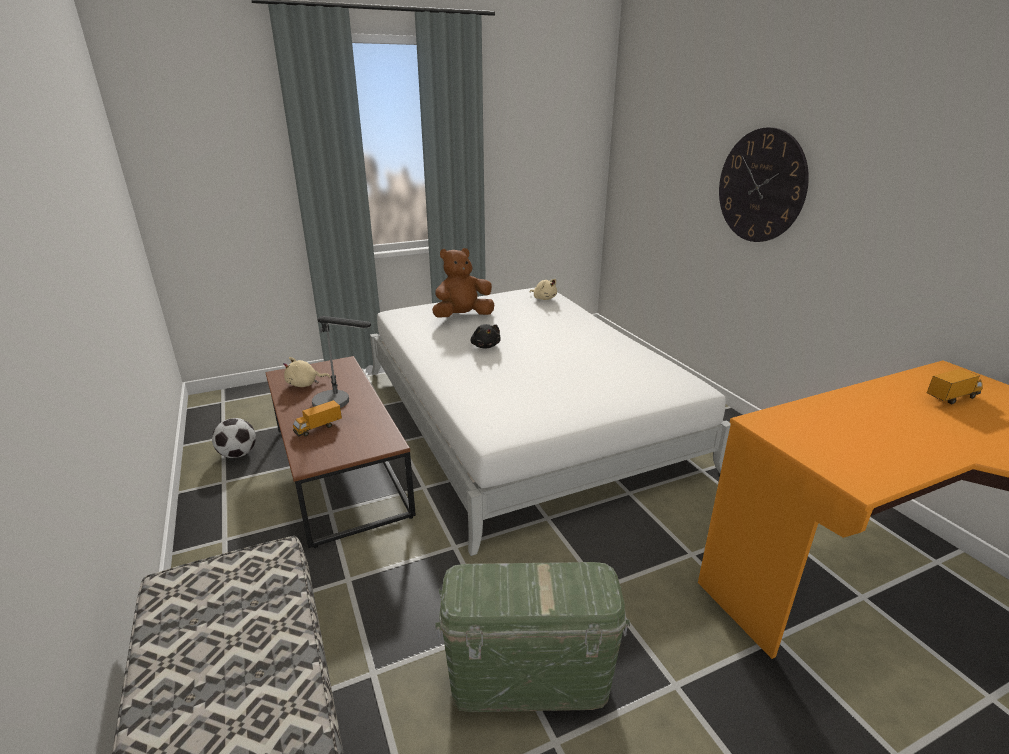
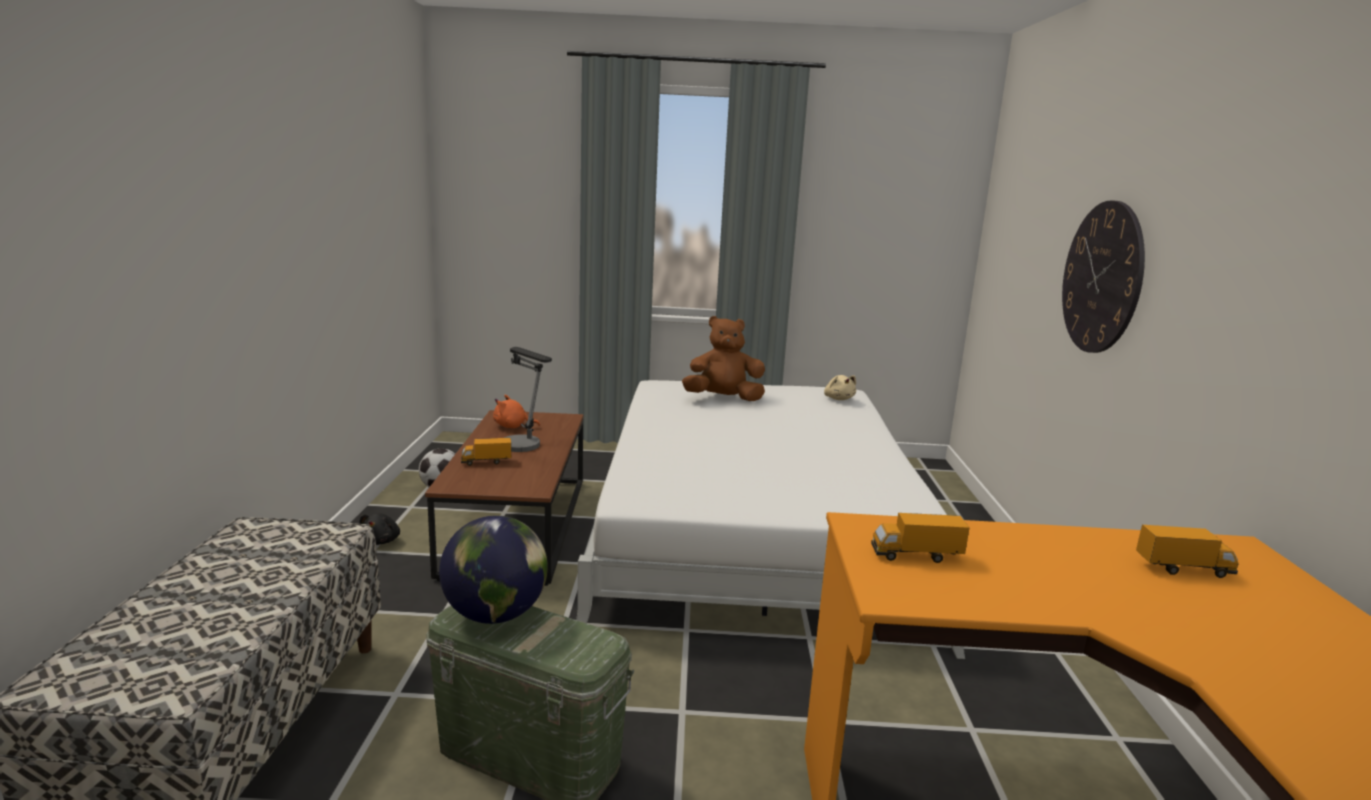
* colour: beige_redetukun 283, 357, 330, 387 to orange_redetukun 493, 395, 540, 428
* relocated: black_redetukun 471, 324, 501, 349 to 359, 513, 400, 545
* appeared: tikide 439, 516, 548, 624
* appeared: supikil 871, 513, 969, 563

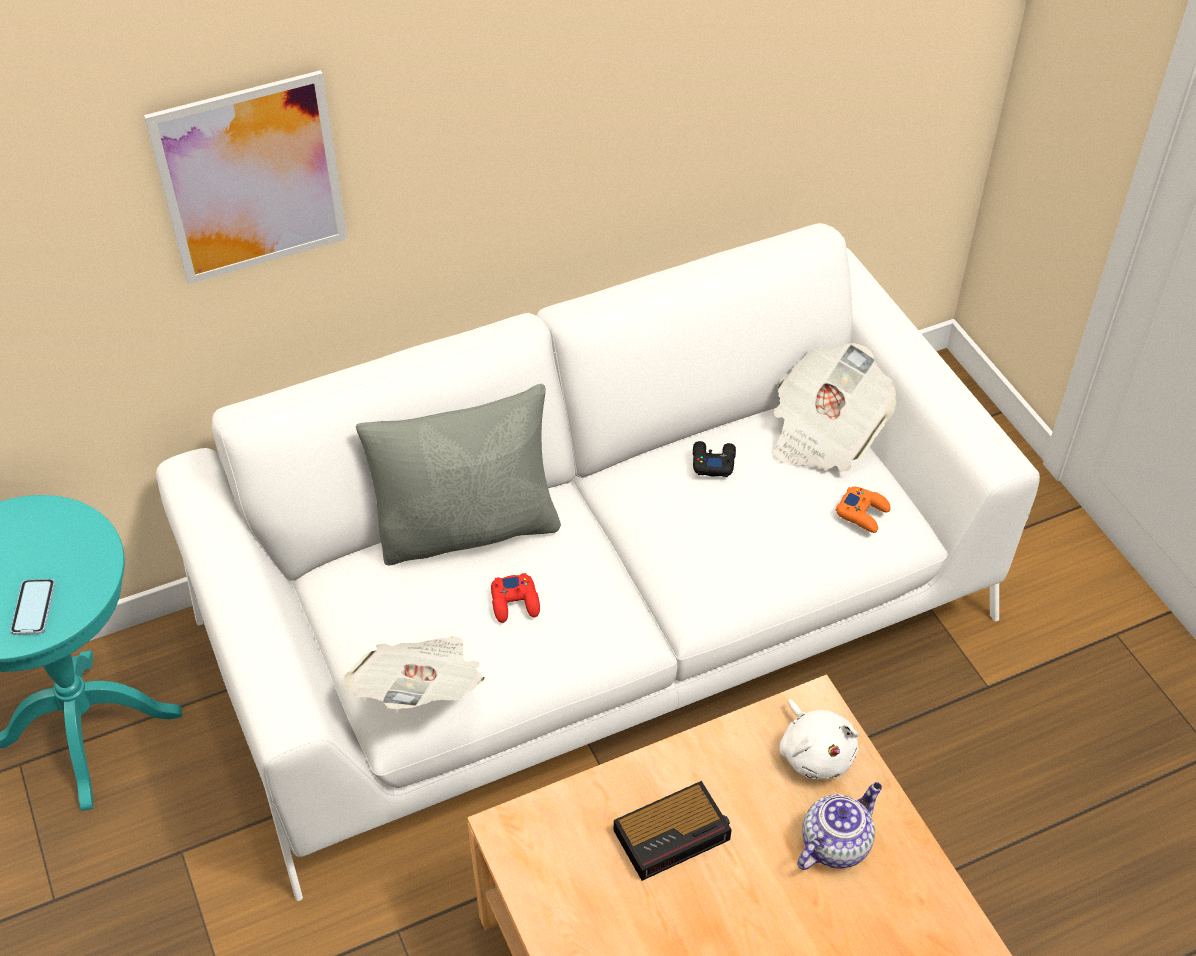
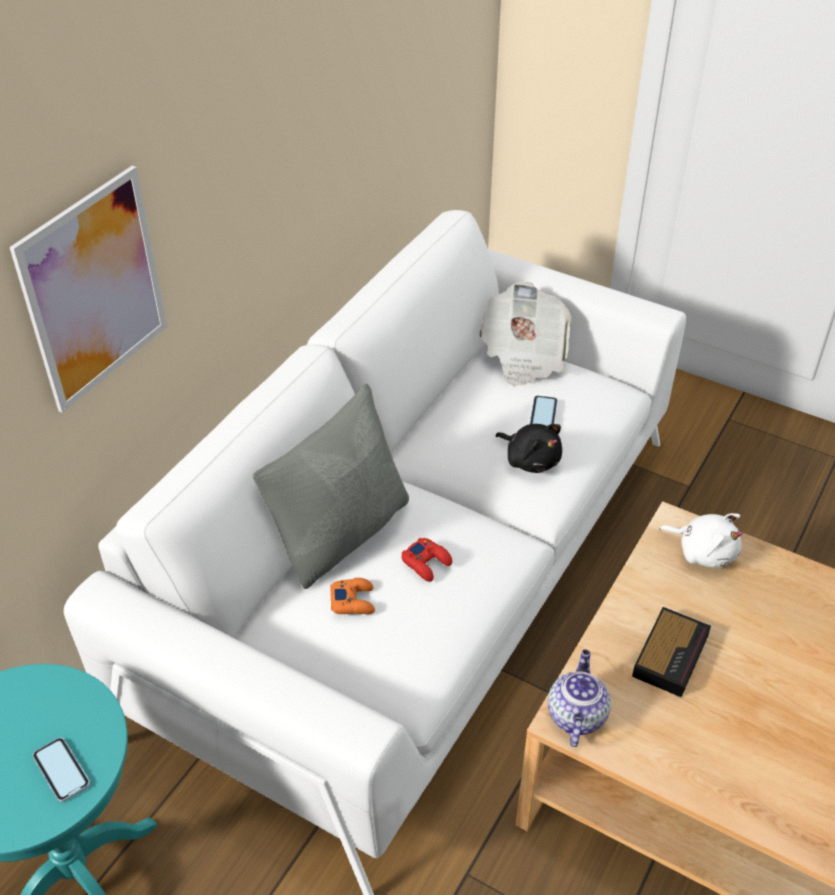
* missing: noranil 344, 636, 485, 709
* missing: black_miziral 693, 441, 736, 477
* relocated: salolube 797, 782, 882, 870 to 548, 649, 611, 747
* relocated: orange_miziral 836, 487, 890, 533 to 330, 578, 375, 614
* appeared: black_redetukun 496, 424, 562, 473
* appeared: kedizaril 530, 396, 558, 426

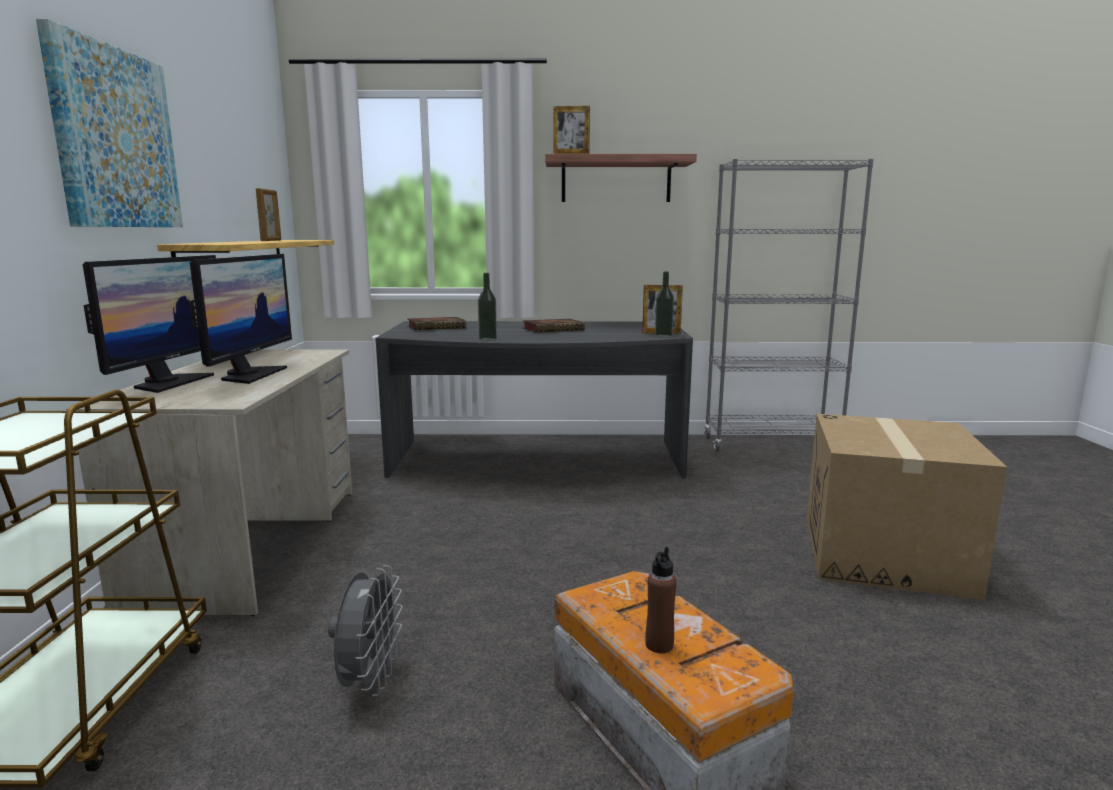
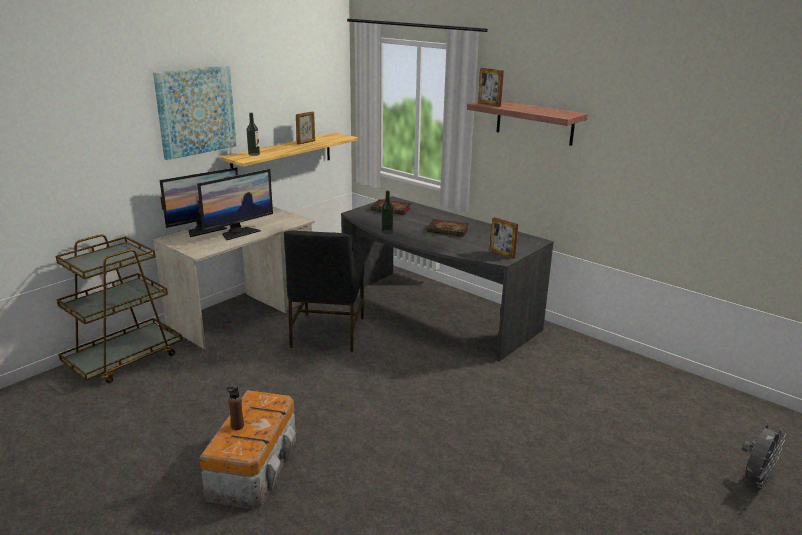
* relocated: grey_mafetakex 328, 565, 403, 696 to 742, 425, 786, 488
* relocated: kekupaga 655, 271, 674, 338 to 247, 113, 260, 156
* missing: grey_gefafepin 704, 159, 874, 452
* missing: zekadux 807, 414, 1007, 600
* appeared: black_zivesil 284, 231, 365, 352

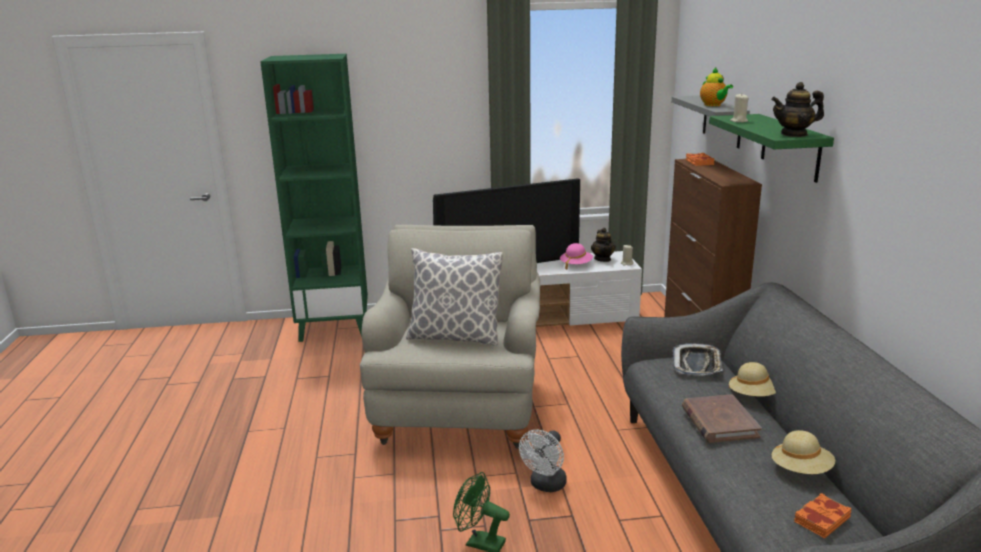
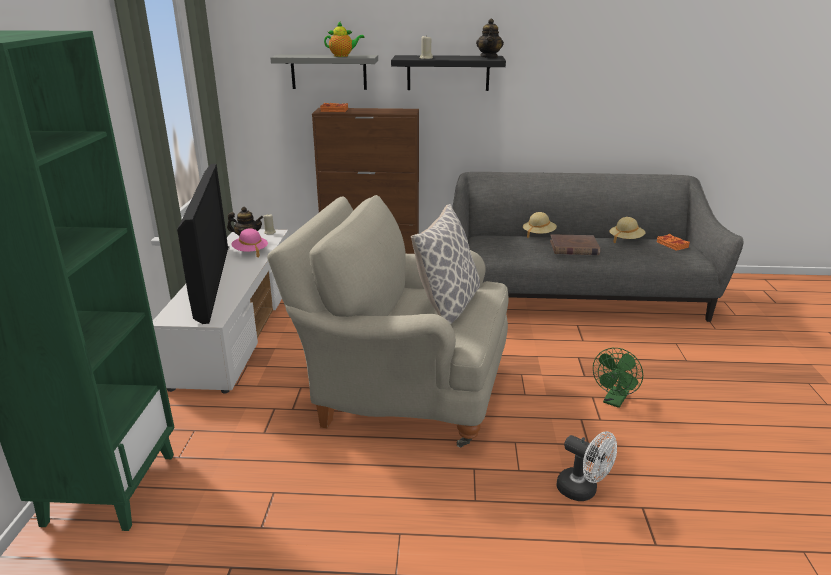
* relocated: white_mafetakex 519, 430, 567, 492 to 556, 431, 617, 501
* missing: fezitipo 673, 343, 723, 376
* colour: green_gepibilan 709, 114, 834, 183 to black_gepibilan 391, 55, 506, 91

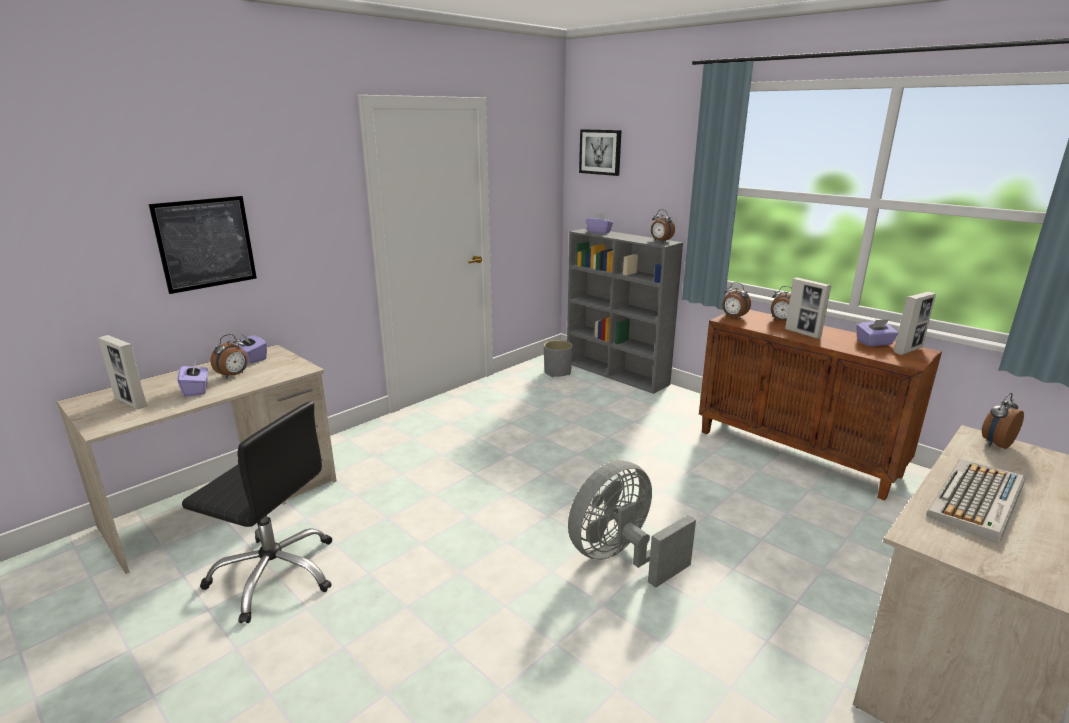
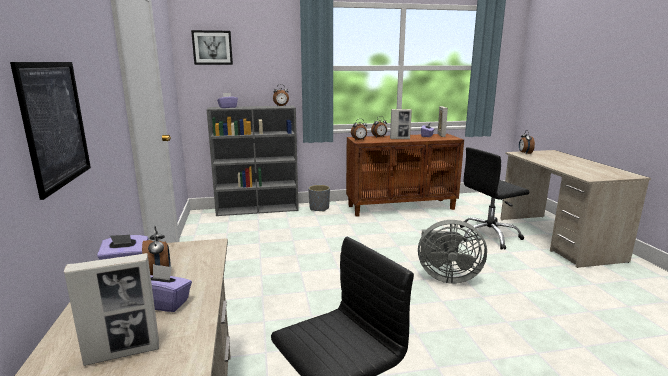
* relocated: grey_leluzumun 544, 340, 573, 377 to 308, 185, 330, 212
* spun: grey_mafetakex 568, 460, 696, 588 = 418, 220, 487, 284 75 degrees counterclockwise
* missing: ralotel 926, 459, 1026, 543
* appeared: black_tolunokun 460, 147, 529, 250

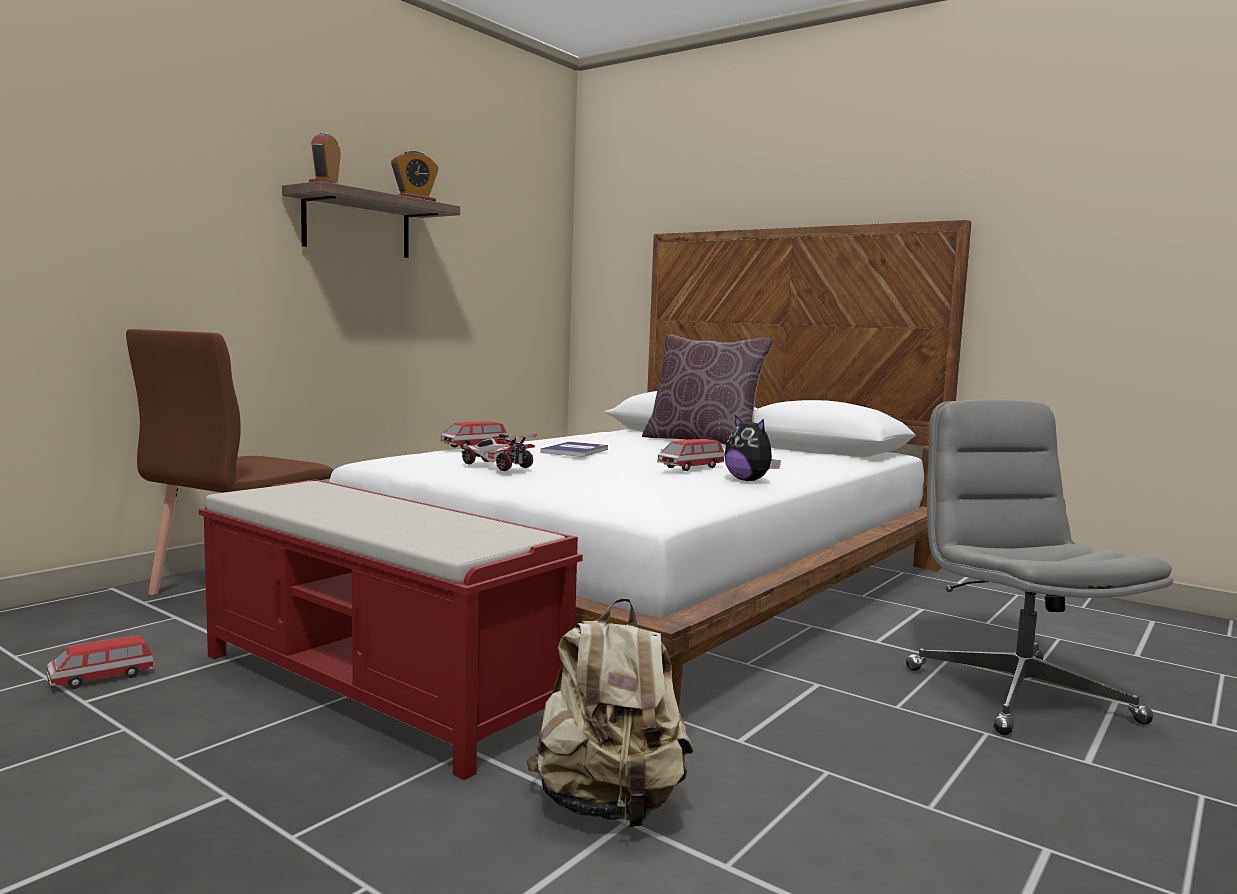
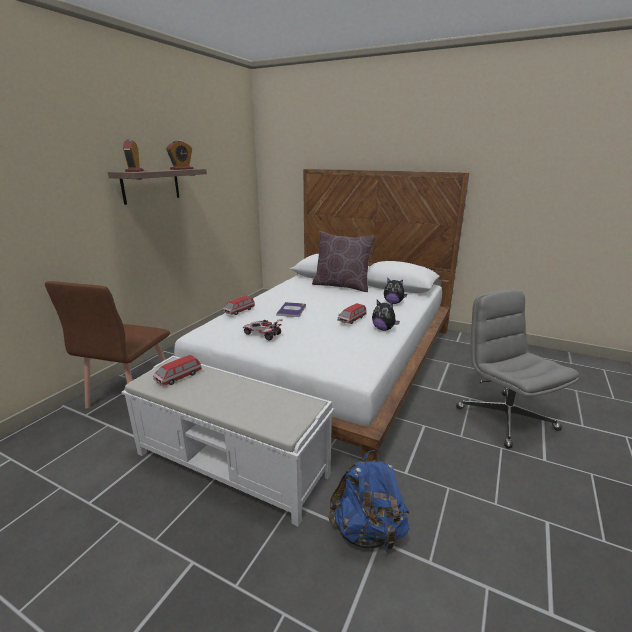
* relocated: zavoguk 47, 635, 154, 689 to 153, 355, 202, 386
* colour: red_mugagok 199, 479, 583, 780 to white_mugagok 122, 356, 334, 526
* colour: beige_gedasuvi 526, 598, 693, 828 to blue_gedasuvi 328, 450, 410, 553
* appeared: redetukun 384, 278, 407, 304

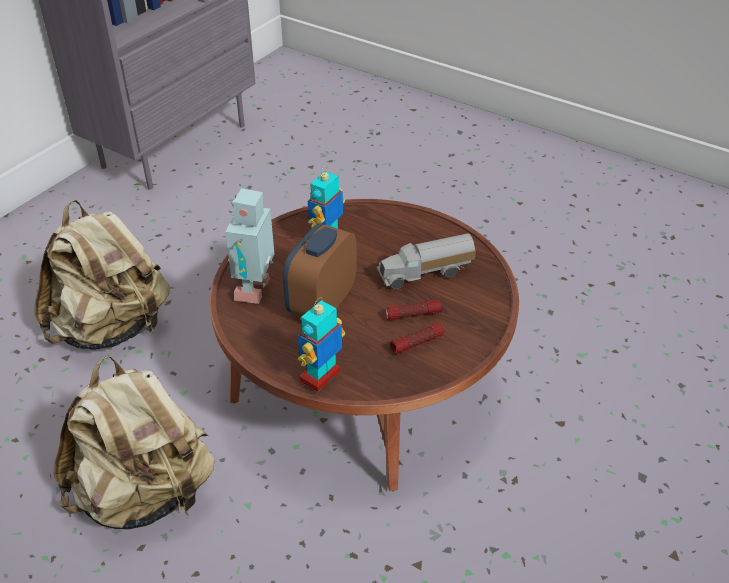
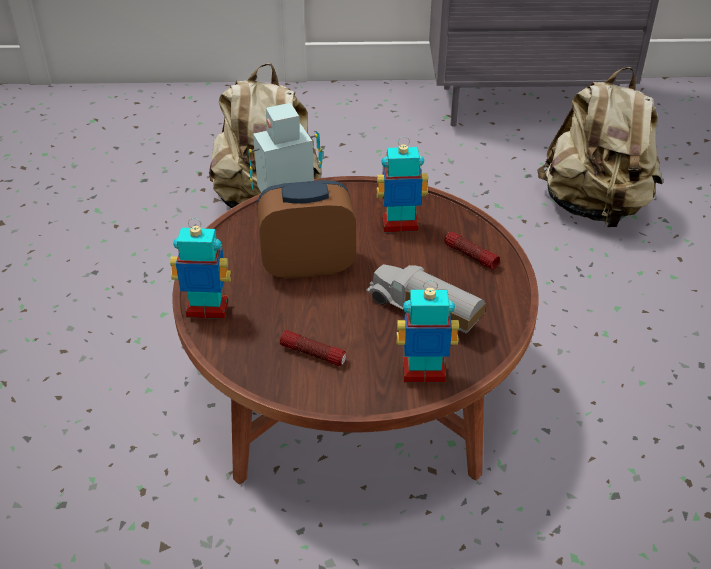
* relocated: beige_gedasuvi 54, 355, 215, 529 to 537, 67, 662, 227
* relocated: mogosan 386, 300, 442, 320 to 445, 232, 500, 270
* appeared: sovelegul 397, 280, 459, 383

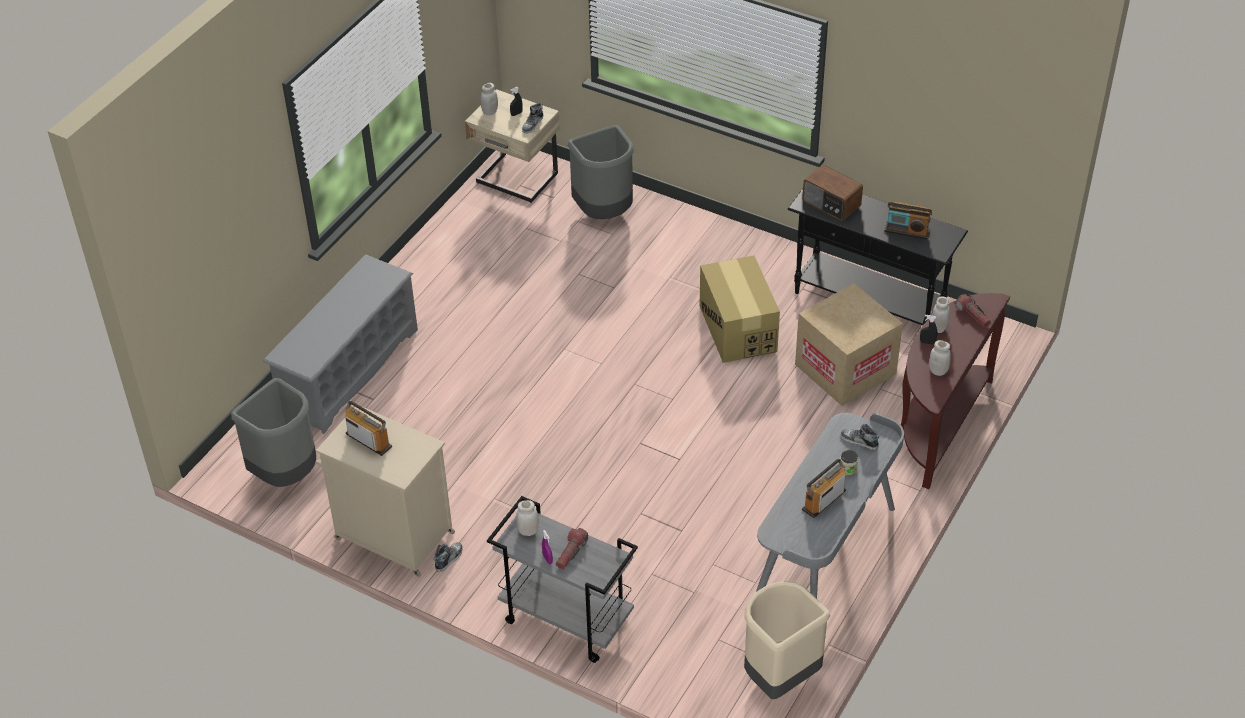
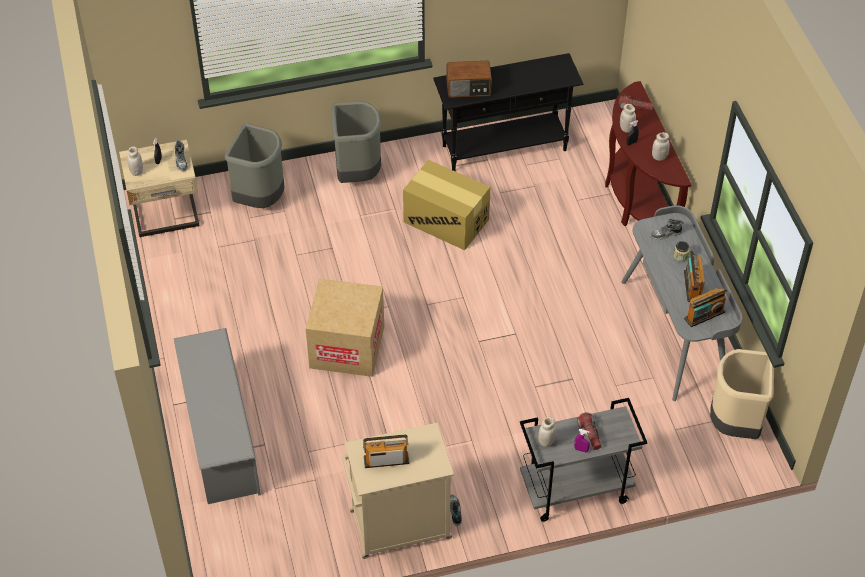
* relocated: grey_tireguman 231, 378, 316, 487 to 331, 101, 381, 183
* relocated: zekadux 795, 283, 903, 406 to 306, 278, 384, 377
* relocated: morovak 884, 202, 932, 240 to 684, 288, 727, 327

